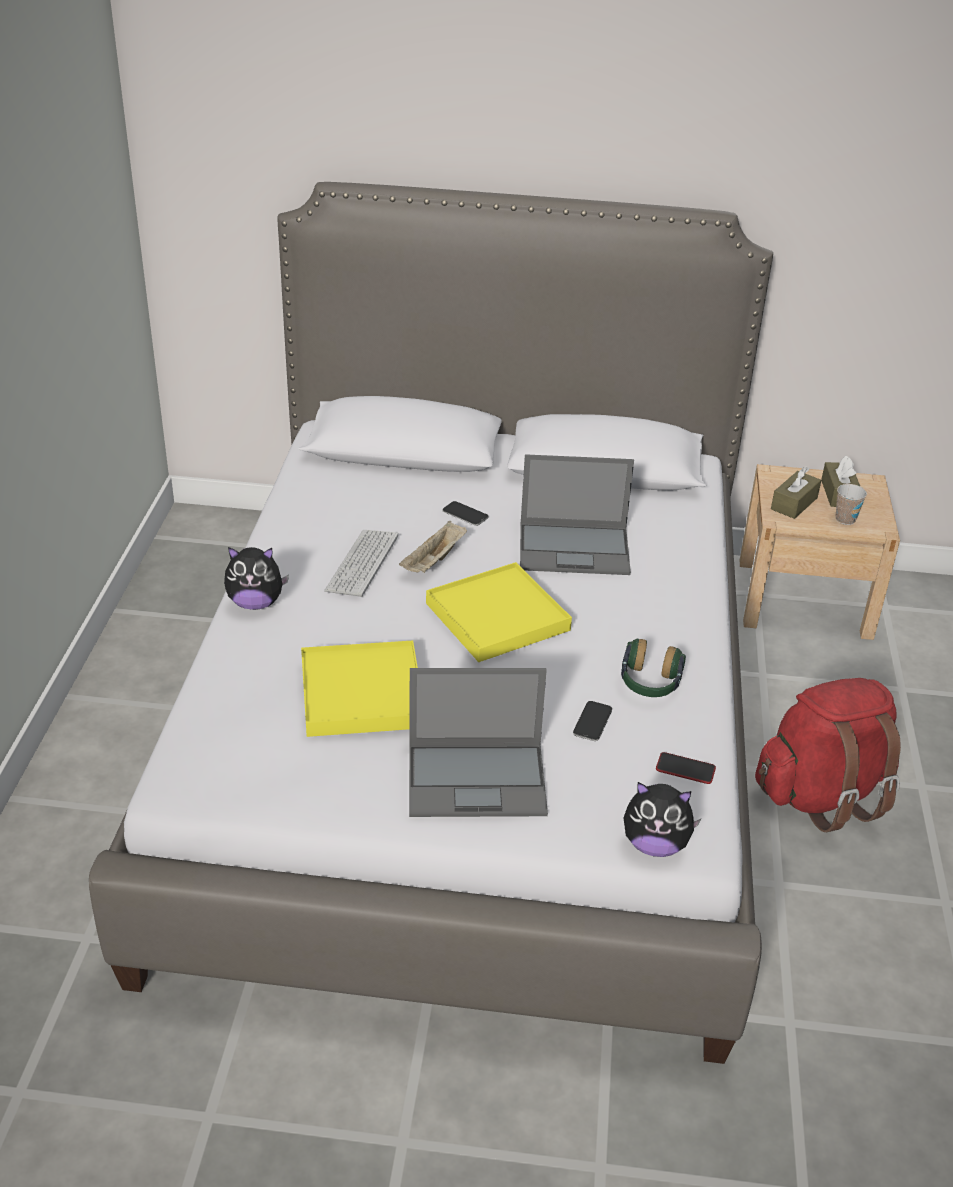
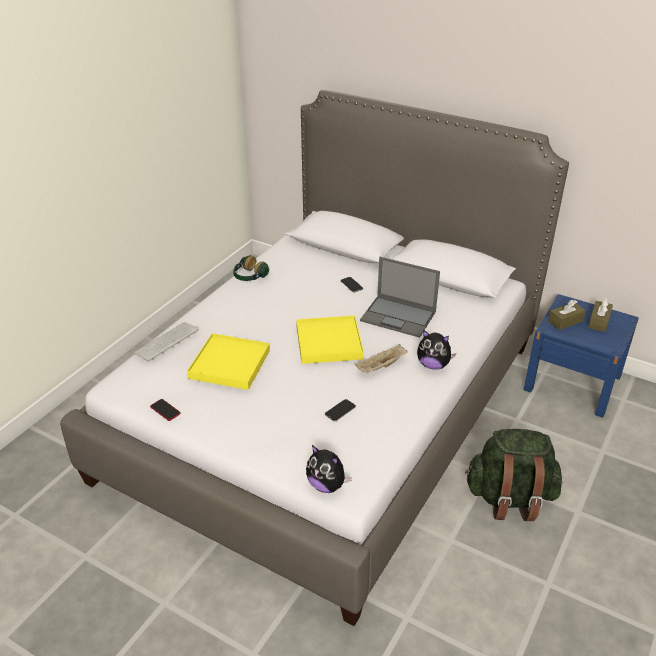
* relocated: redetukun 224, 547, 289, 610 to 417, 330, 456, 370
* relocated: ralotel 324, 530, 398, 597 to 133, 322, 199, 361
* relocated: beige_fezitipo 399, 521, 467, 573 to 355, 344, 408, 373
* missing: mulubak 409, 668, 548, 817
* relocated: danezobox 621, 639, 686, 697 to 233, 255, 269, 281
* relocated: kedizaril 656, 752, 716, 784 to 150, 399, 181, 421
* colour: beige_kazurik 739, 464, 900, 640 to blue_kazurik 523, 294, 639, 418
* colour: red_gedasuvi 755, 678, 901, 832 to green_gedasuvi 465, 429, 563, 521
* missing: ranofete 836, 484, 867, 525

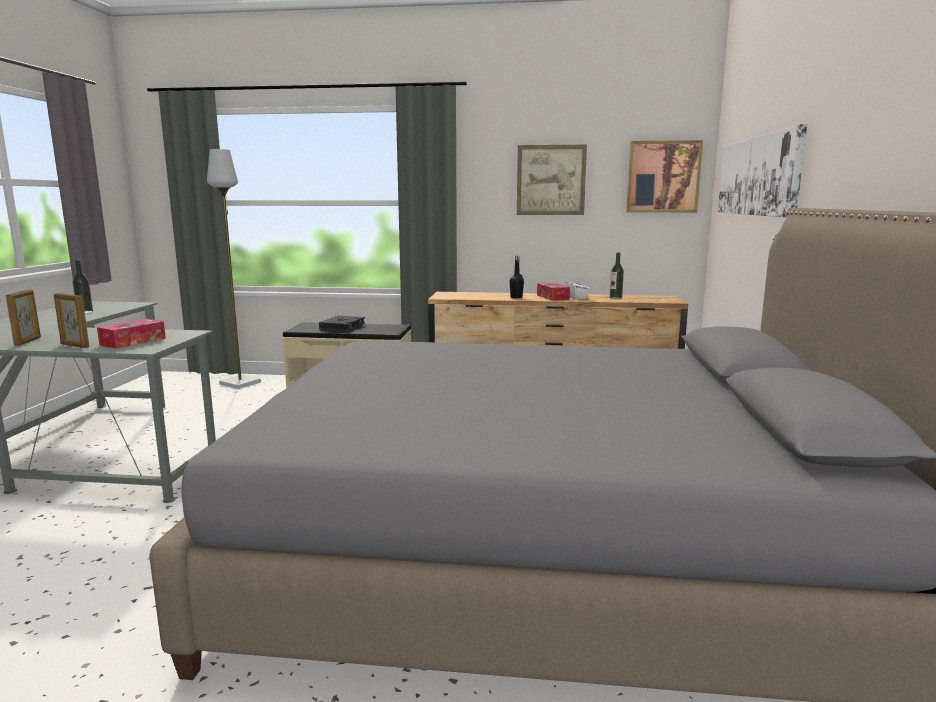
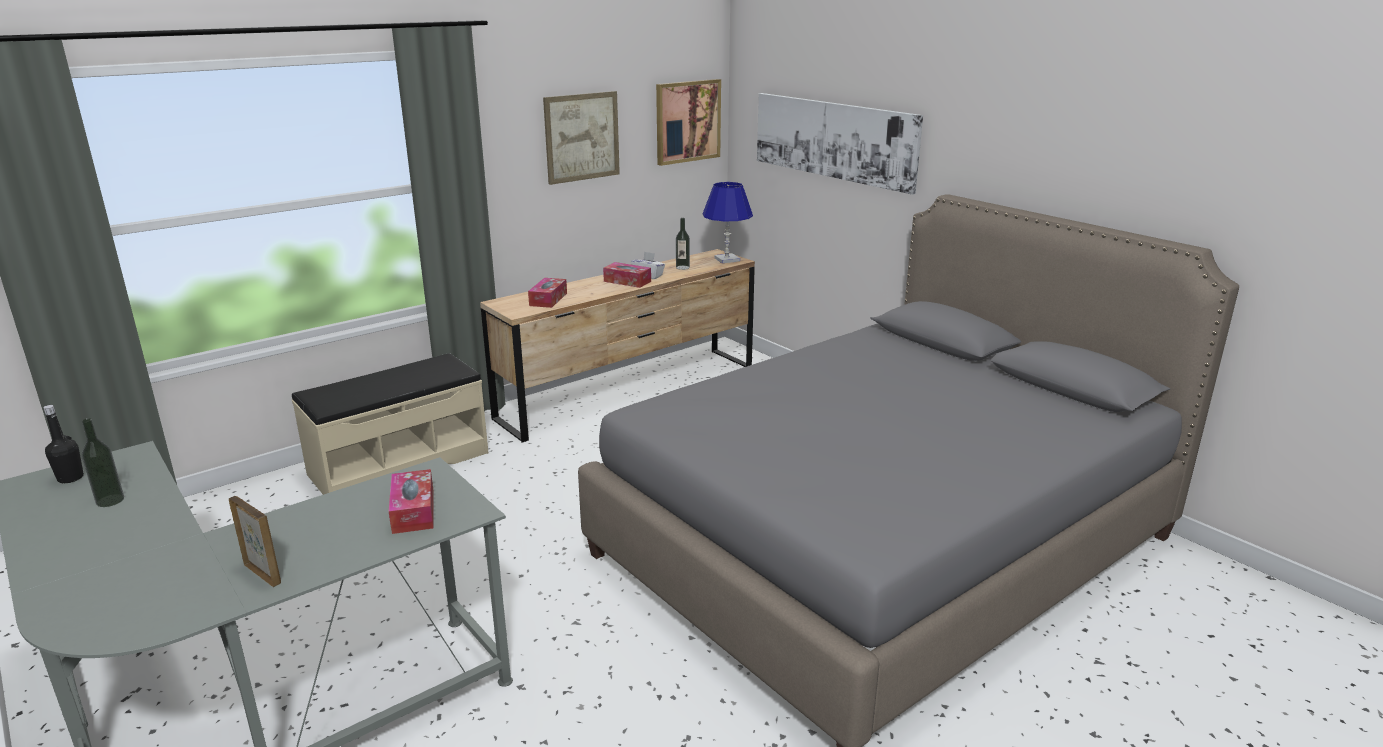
* missing: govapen 54, 293, 89, 348
* missing: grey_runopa 207, 149, 261, 389
* missing: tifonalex 319, 315, 365, 331
* relocated: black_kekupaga 510, 256, 524, 299 to 43, 405, 84, 483
* appeared: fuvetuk 528, 278, 567, 308
* appeared: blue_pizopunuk 703, 182, 753, 263

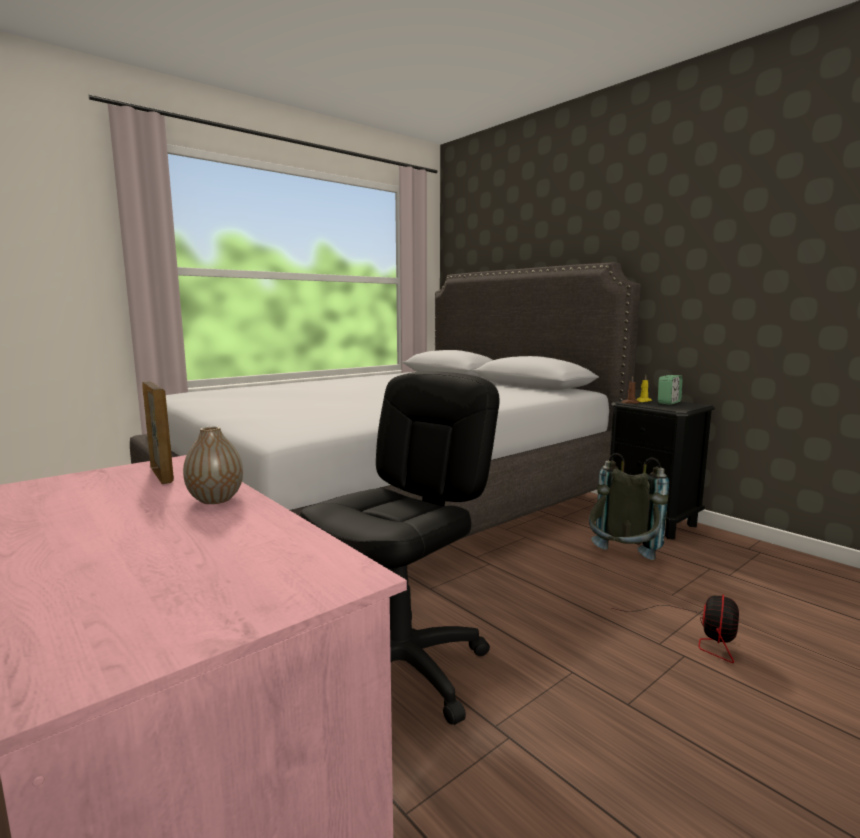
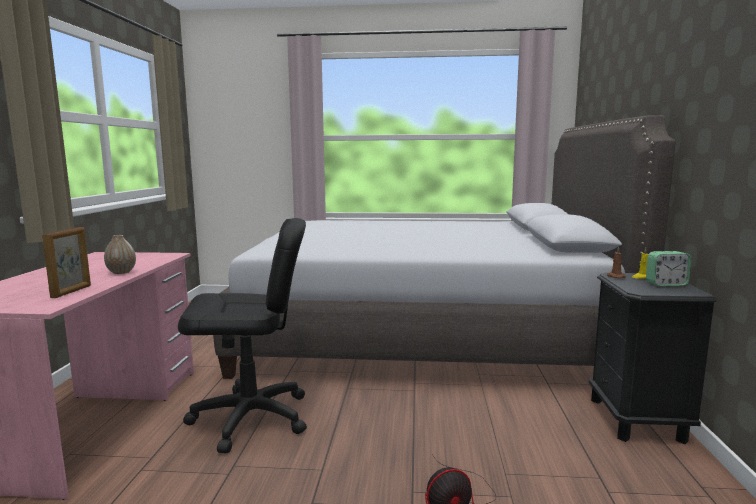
* relocated: govapen 142, 381, 174, 484 to 42, 227, 91, 298
* missing: grey_gedasuvi 589, 453, 669, 560

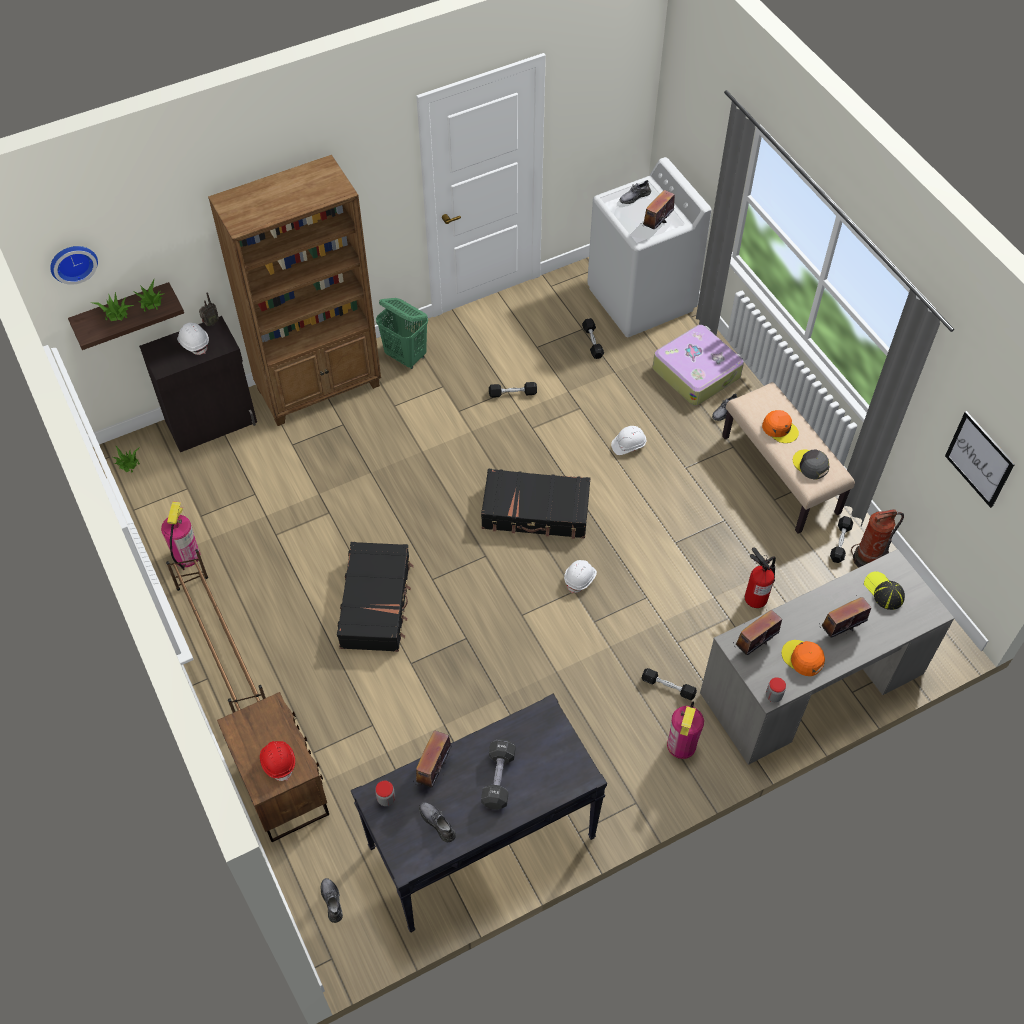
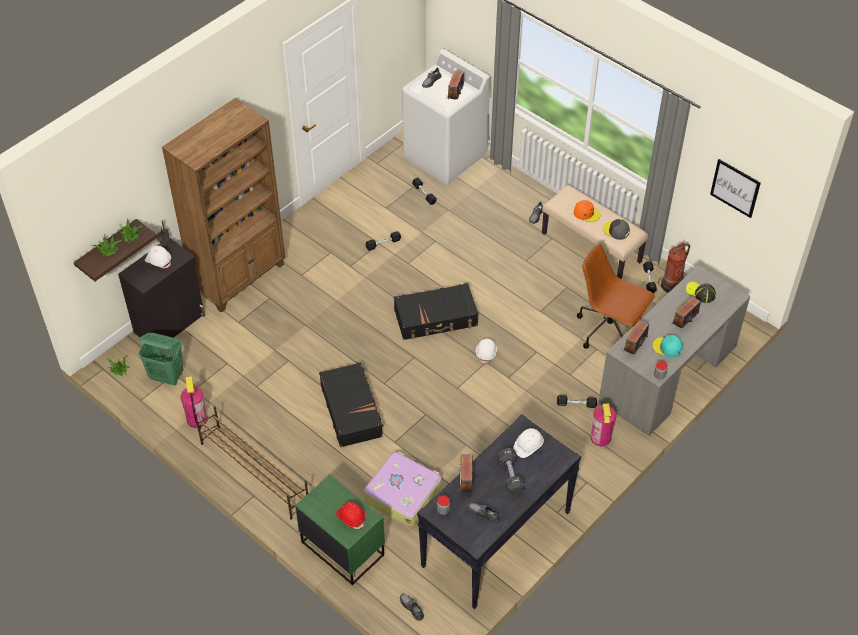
* missing: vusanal 50, 246, 98, 285
* colour: brown_kazurik 217, 692, 329, 842 to green_kazurik 295, 475, 385, 585
* relocated: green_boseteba 376, 298, 428, 369 to 138, 333, 183, 386
* relocated: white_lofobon 611, 426, 646, 455 to 513, 428, 544, 458
* relocated: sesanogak 653, 325, 744, 406 to 364, 452, 441, 527
* exchanged: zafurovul 745, 547, 776, 608 to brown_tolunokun 577, 243, 656, 349
* colour: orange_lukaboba 781, 640, 825, 676 to turquoise_lukaboba 653, 335, 683, 358

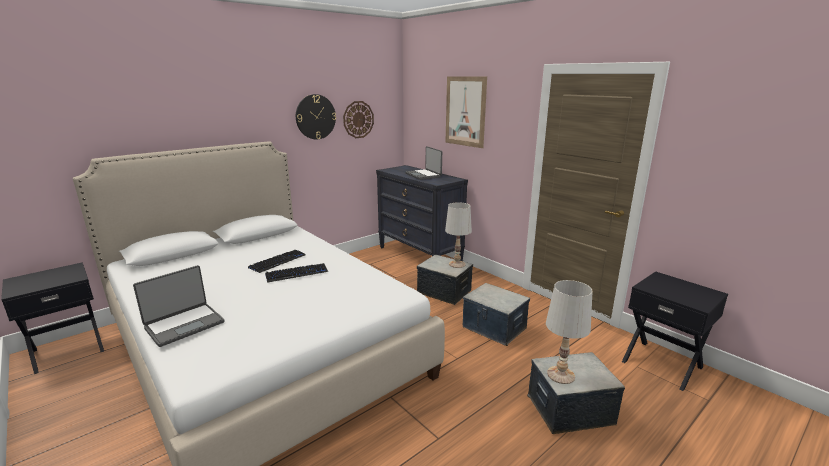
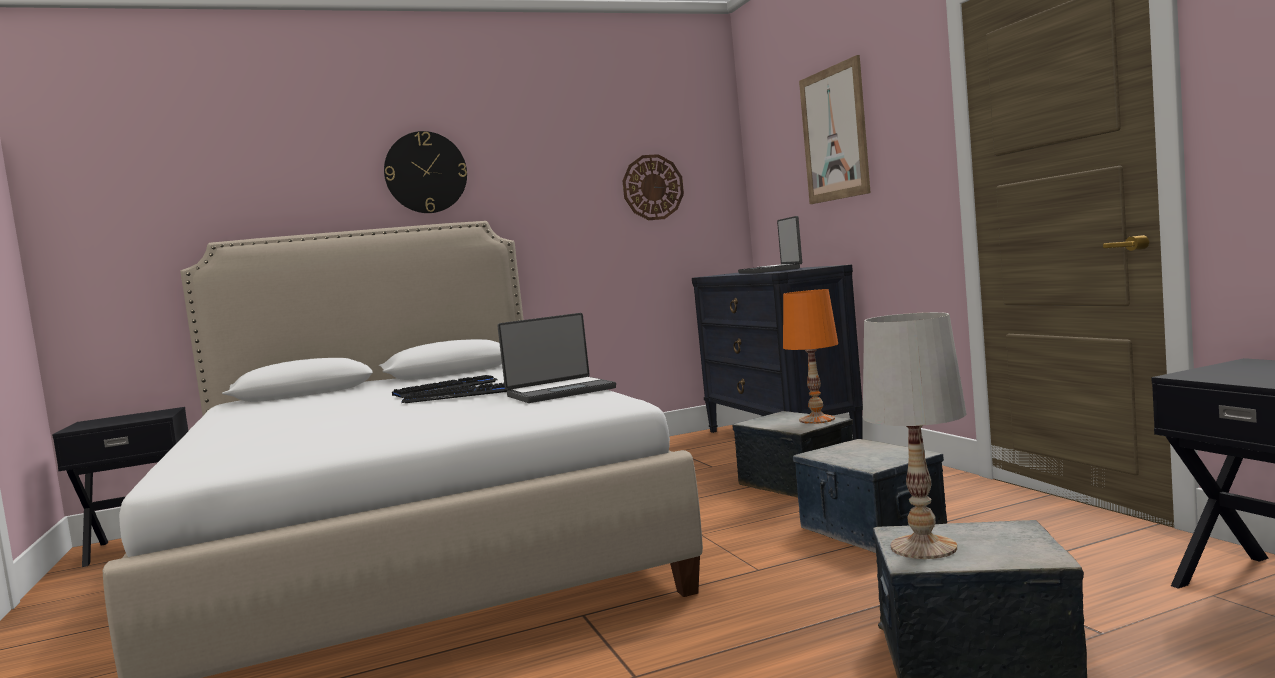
* relocated: mulubak 133, 265, 224, 347 to 497, 313, 616, 403
* relocated: vusanal 296, 94, 336, 139 to 384, 131, 467, 213
* colour: white_pizopunuk 445, 202, 472, 268 to orange_pizopunuk 783, 289, 838, 424

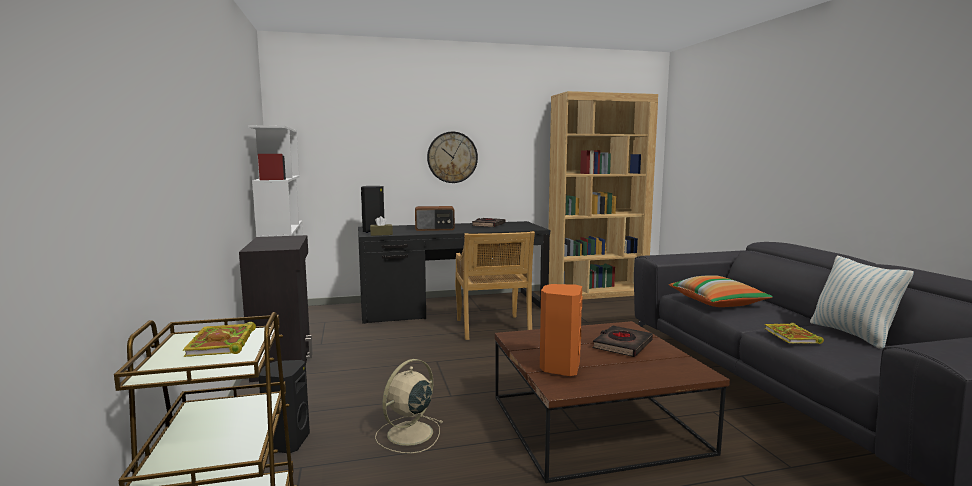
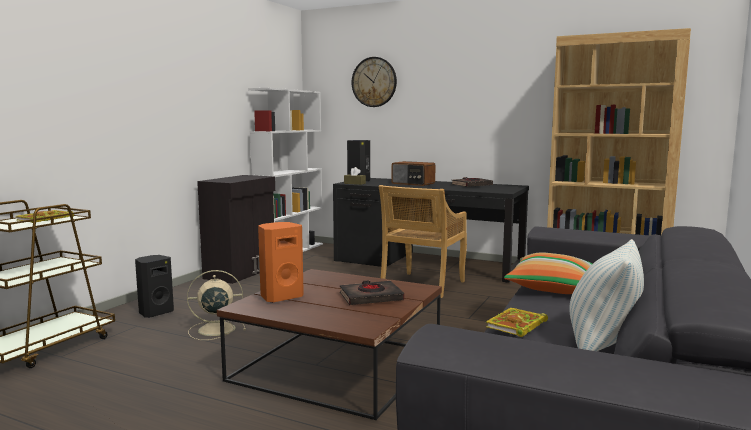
* relocated: vusanal 427, 132, 478, 183 to 352, 57, 397, 107

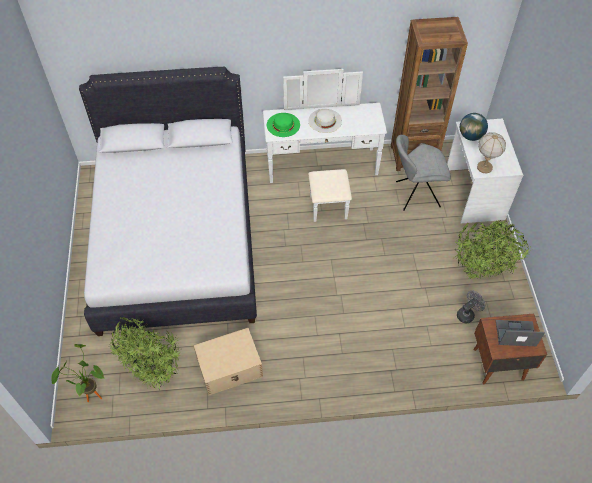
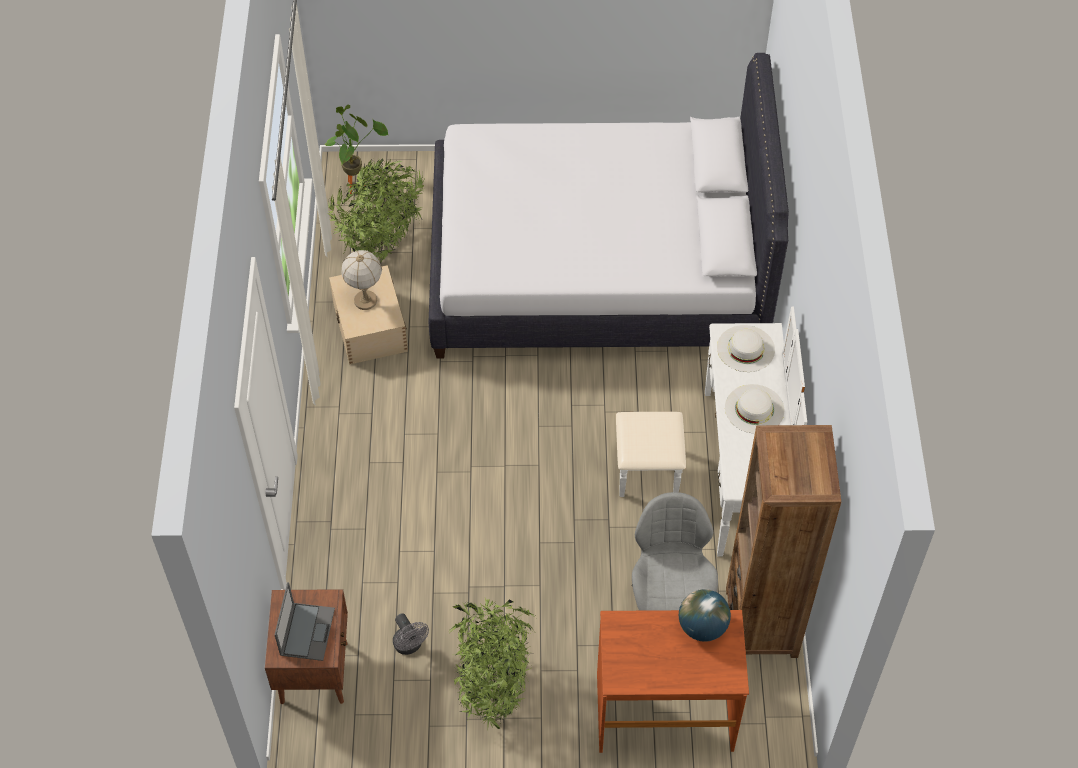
* colour: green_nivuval 267, 113, 300, 137 to white_nivuval 717, 325, 775, 372
* colour: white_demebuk 447, 119, 523, 223 to brown_demebuk 597, 610, 749, 753
* relocated: pizopunuk 477, 132, 506, 173 to 341, 250, 382, 310

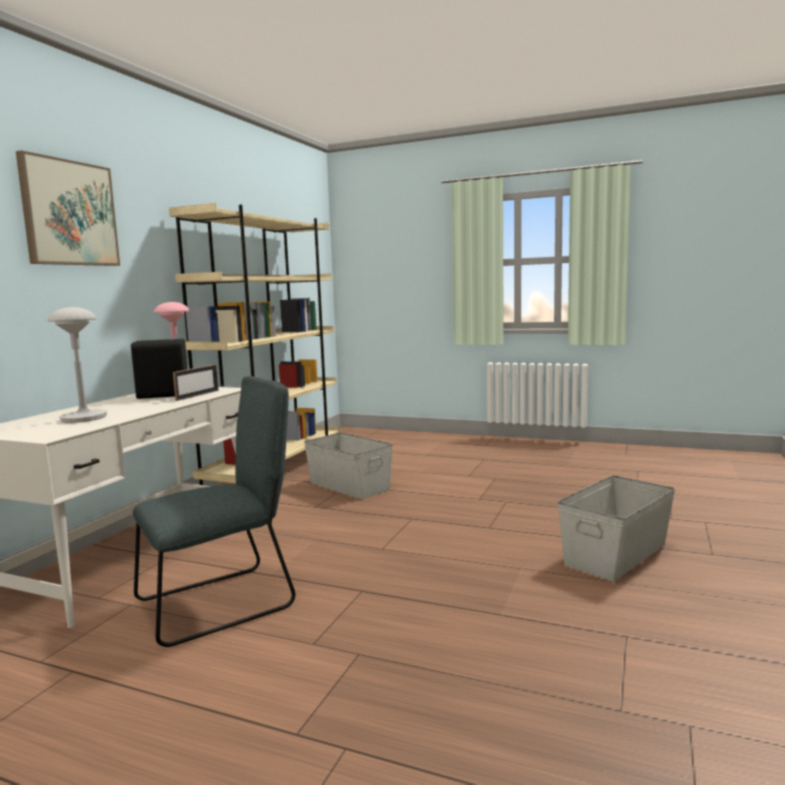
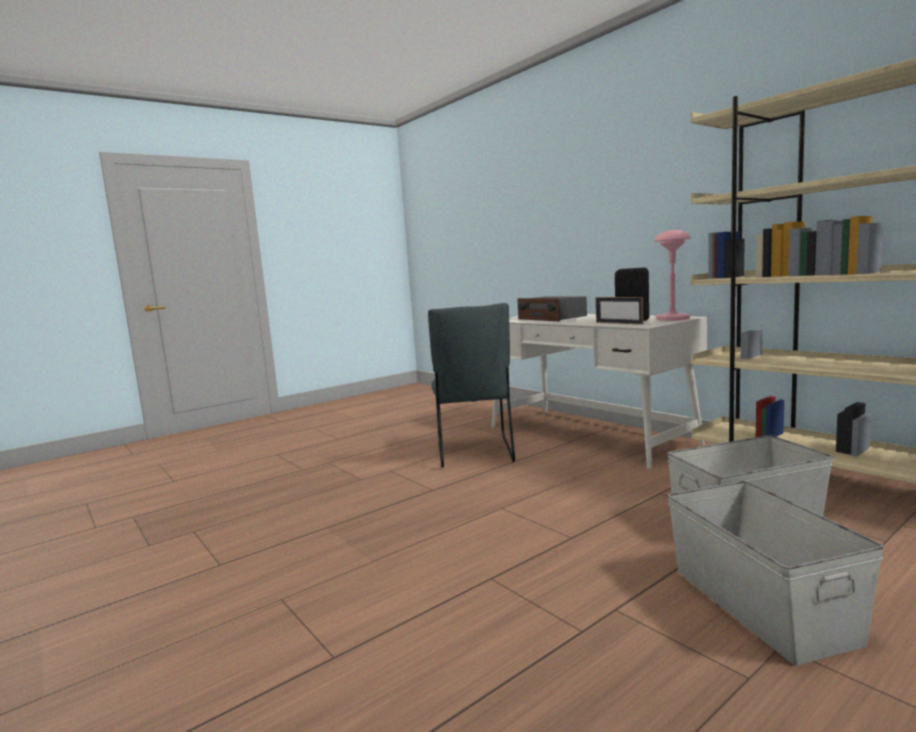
* missing: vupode 16, 150, 120, 266
* exchanged: grey_pizopunuk 48, 307, 108, 423 to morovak 517, 296, 587, 321
* relocated: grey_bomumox 558, 475, 676, 581 to 668, 481, 884, 665

